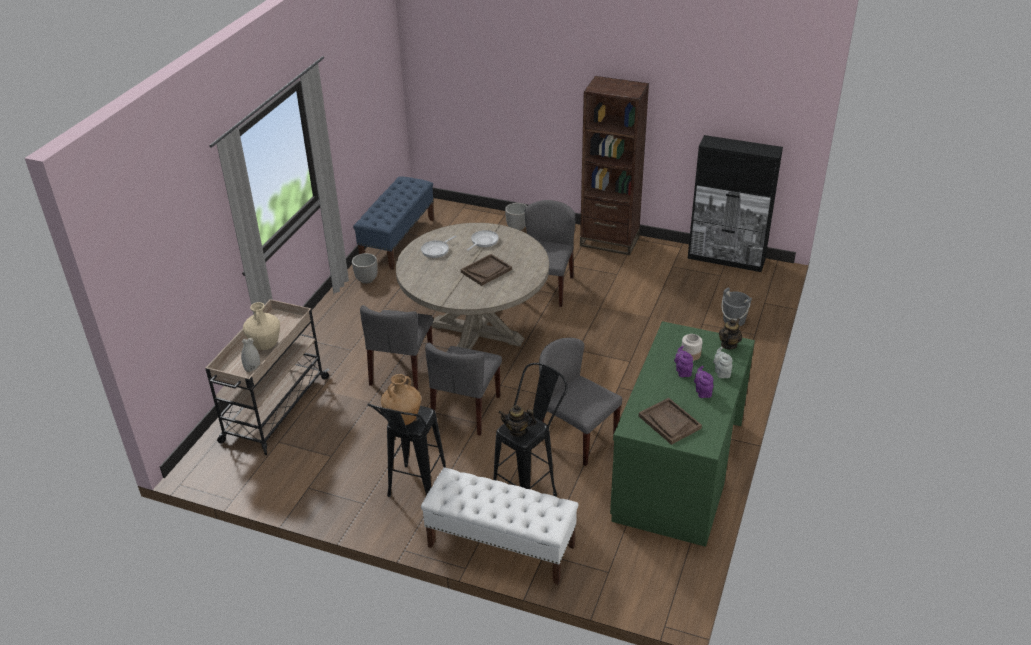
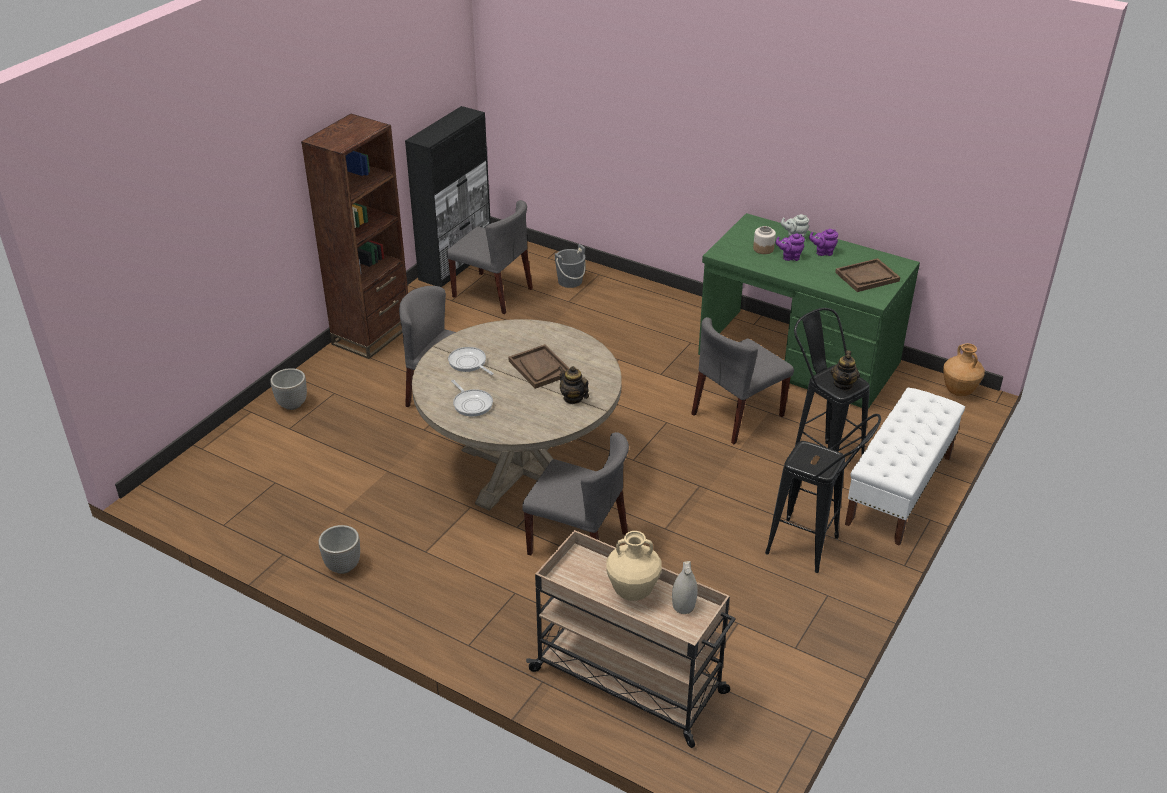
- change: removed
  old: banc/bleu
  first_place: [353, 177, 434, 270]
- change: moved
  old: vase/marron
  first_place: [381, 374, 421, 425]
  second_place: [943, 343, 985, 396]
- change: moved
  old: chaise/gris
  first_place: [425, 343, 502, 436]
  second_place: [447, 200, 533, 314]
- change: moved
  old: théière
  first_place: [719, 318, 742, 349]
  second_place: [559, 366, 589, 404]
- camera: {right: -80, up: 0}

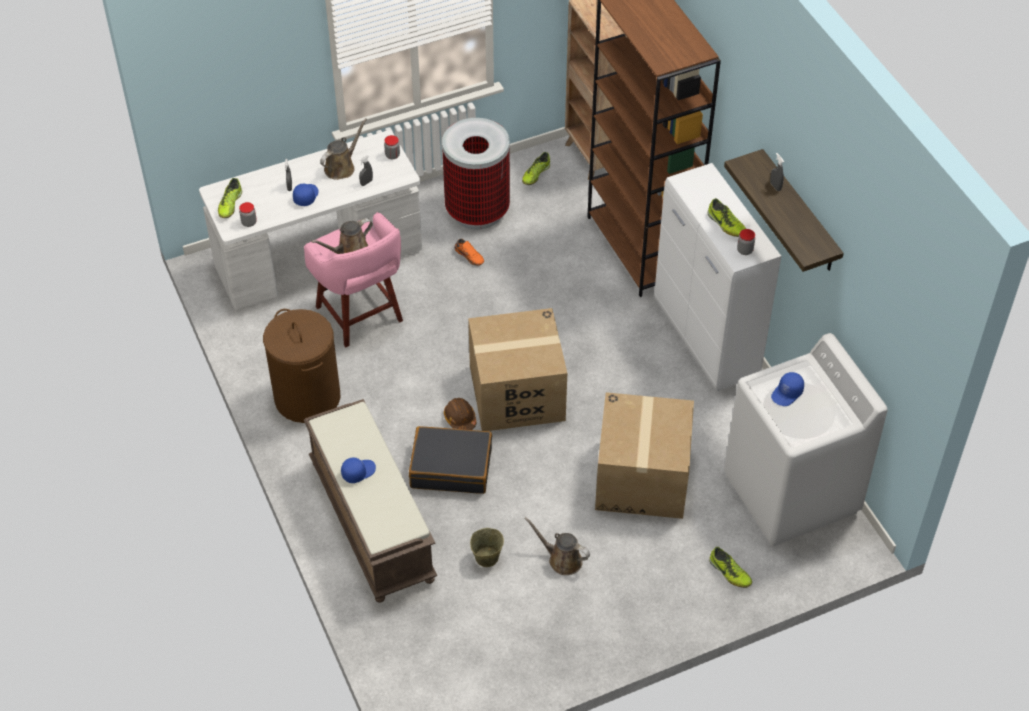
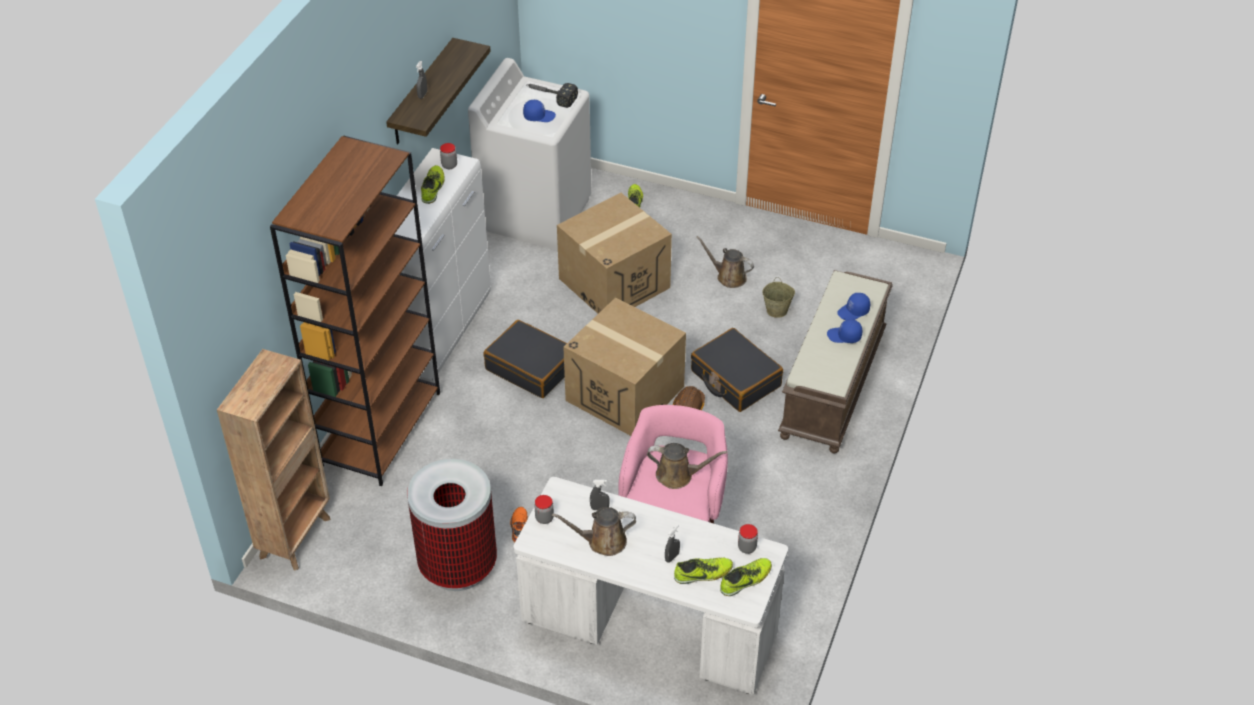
- change: removed
  old: panier à linge/marron
  first_place: [263, 309, 340, 423]
- change: moved
  old: casquette/bleu
  first_place: [293, 184, 319, 206]
  second_place: [838, 293, 870, 320]
- change: moved
  old: chaussure
  first_place: [522, 152, 550, 185]
  second_place: [674, 558, 733, 584]
- change: turned
  old: arrosoir/marron
  first_place: [524, 517, 590, 575]
  second_place: [696, 236, 754, 288]
  degrees: 135
- change: added
  new: valise/noir
  second_place: [484, 320, 567, 398]
- change: added
  new: marteau
  second_place: [526, 83, 578, 108]
- camera: {right: -135, up: -5}

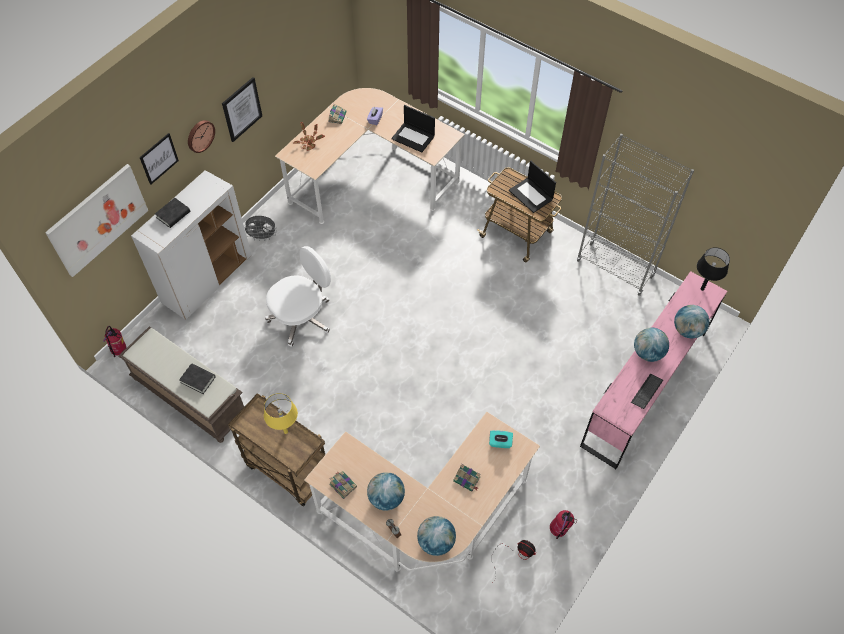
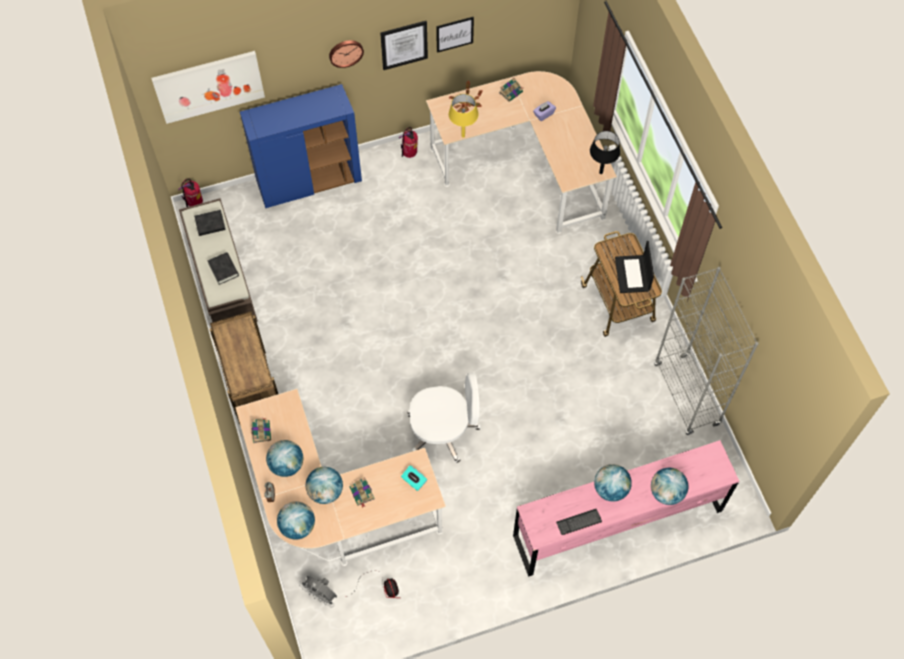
- change: recoloured
  old: meuble de rangement/blanc
  new: meuble de rangement/bleu
  first_place: [131, 170, 252, 320]
  second_place: [240, 84, 362, 208]
- change: moved
  old: tableau
  first_place: [140, 133, 179, 185]
  second_place: [436, 17, 474, 53]
- change: moved
  old: livre/noir
  first_place: [155, 198, 190, 228]
  second_place: [194, 210, 226, 236]
- change: moved
  old: ventilateur/gris
  first_place: [245, 216, 276, 241]
  second_place: [299, 576, 337, 607]
- change: moved
  old: lampe de table/jaune
  first_place: [264, 393, 298, 434]
  second_place: [449, 94, 479, 138]
- change: moved
  old: chaise de bureau/blanc
  first_place: [265, 246, 331, 347]
  second_place: [408, 373, 481, 463]
- change: removed
  old: ordinateur portable
  first_place: [391, 105, 435, 152]
- change: moved
  old: extincteur
  first_place: [550, 510, 577, 539]
  second_place: [399, 127, 418, 158]
- change: moved
  old: lampe de table/noir
  first_place: [697, 247, 730, 291]
  second_place: [590, 131, 620, 174]
- change: added
  new: globe
  second_place: [306, 467, 343, 504]
- camera: {right: 35, up: 5}

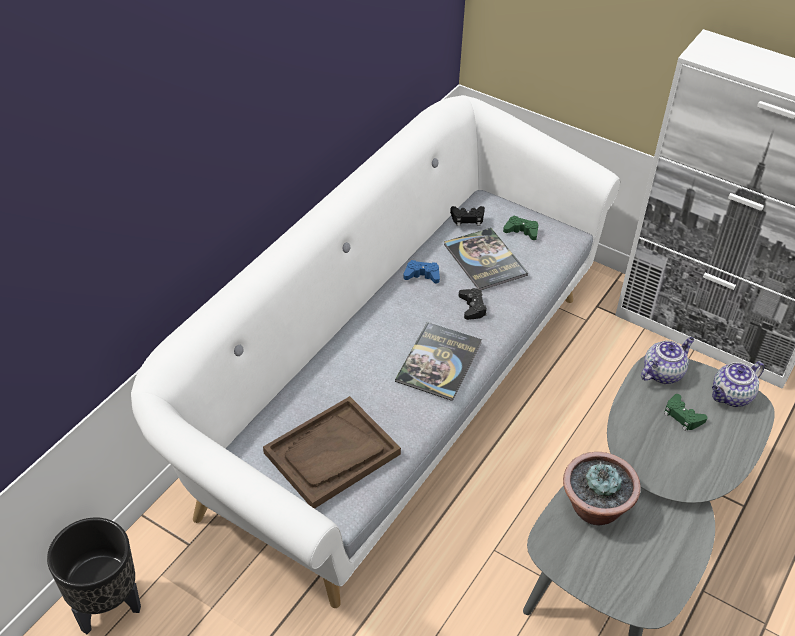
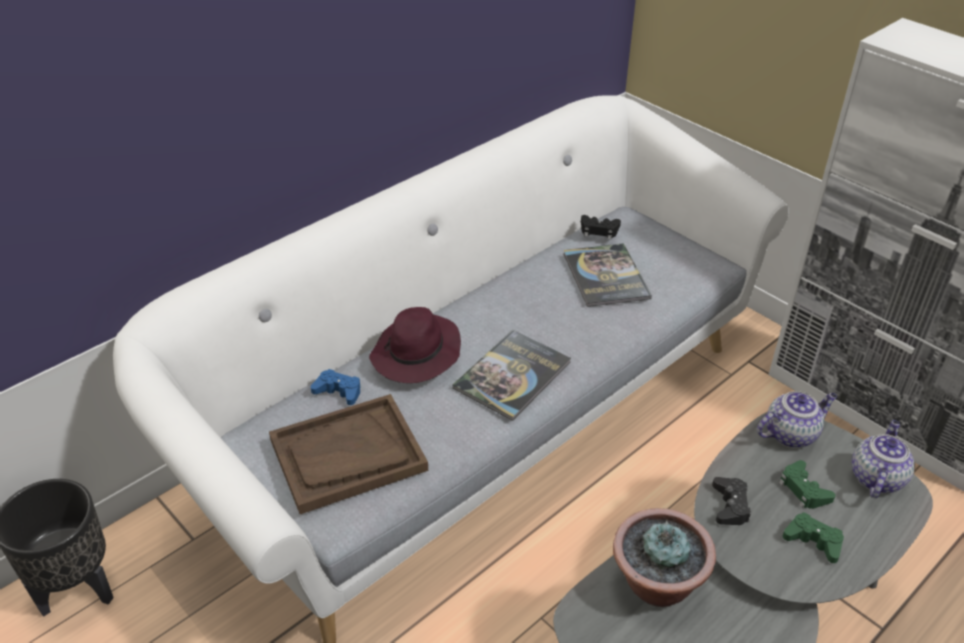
- change: moved
  old: manette/bleu
  first_place: [403, 260, 440, 283]
  second_place: [311, 369, 360, 405]
- change: moved
  old: manette/noir
  first_place: [459, 288, 487, 320]
  second_place: [712, 477, 751, 525]
- change: moved
  old: manette/vert
  first_place: [503, 216, 538, 240]
  second_place: [783, 512, 844, 563]
- change: turned
  old: théière
  first_place: [712, 361, 764, 407]
  second_place: [852, 420, 915, 498]
  degrees: 135
- change: added
  new: chapeau/violet
  second_place: [369, 307, 461, 383]
- camera: {right: 15, up: -5}

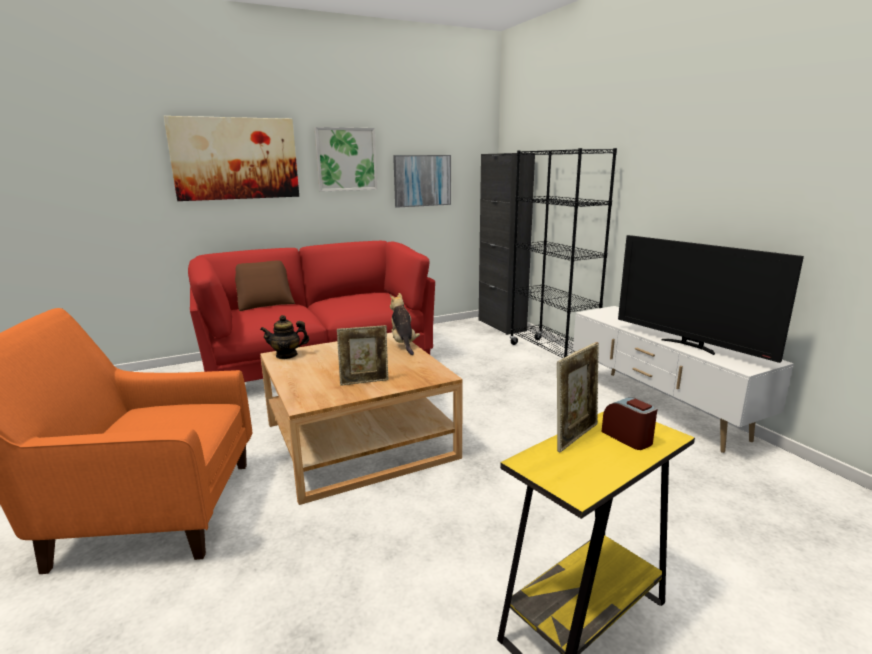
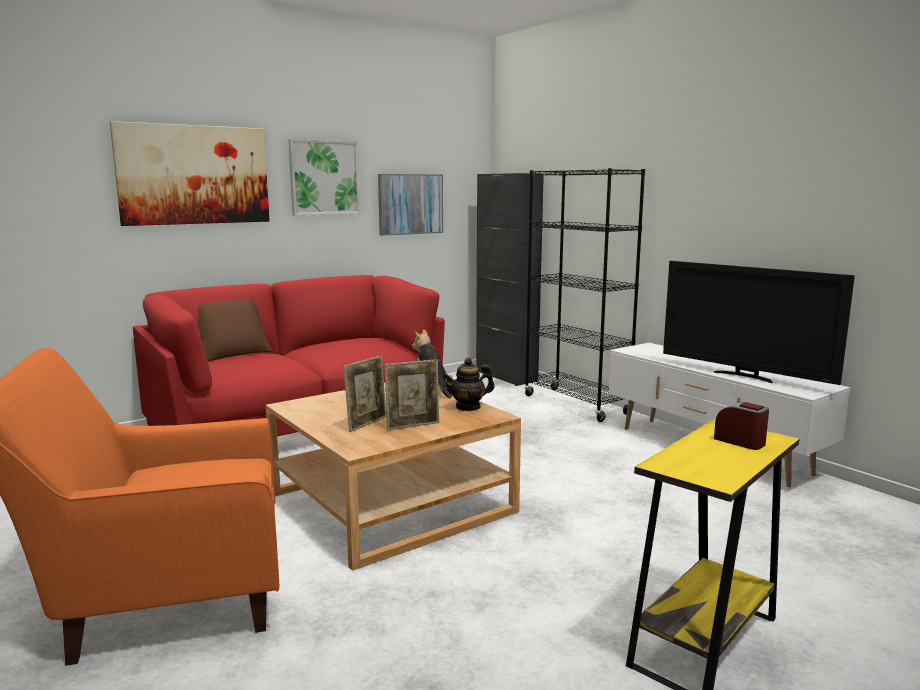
- change: moved
  old: théière
  first_place: [260, 315, 310, 359]
  second_place: [442, 358, 495, 411]
- change: moved
  old: cadre photo
  first_place: [557, 342, 599, 452]
  second_place: [343, 356, 386, 432]
- camera: {right: -10, up: -5}

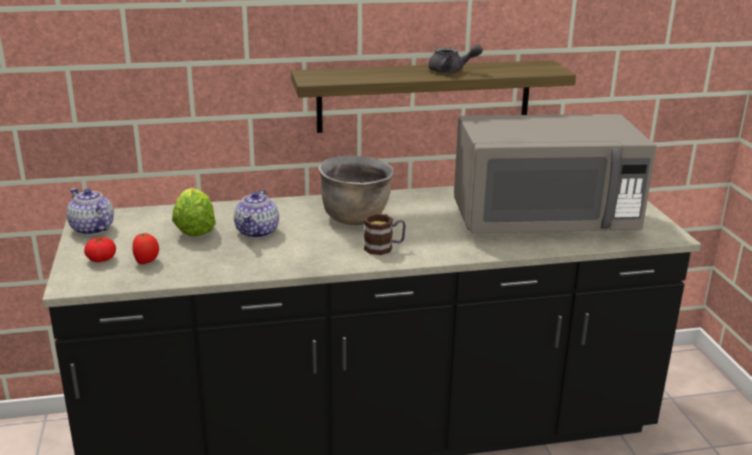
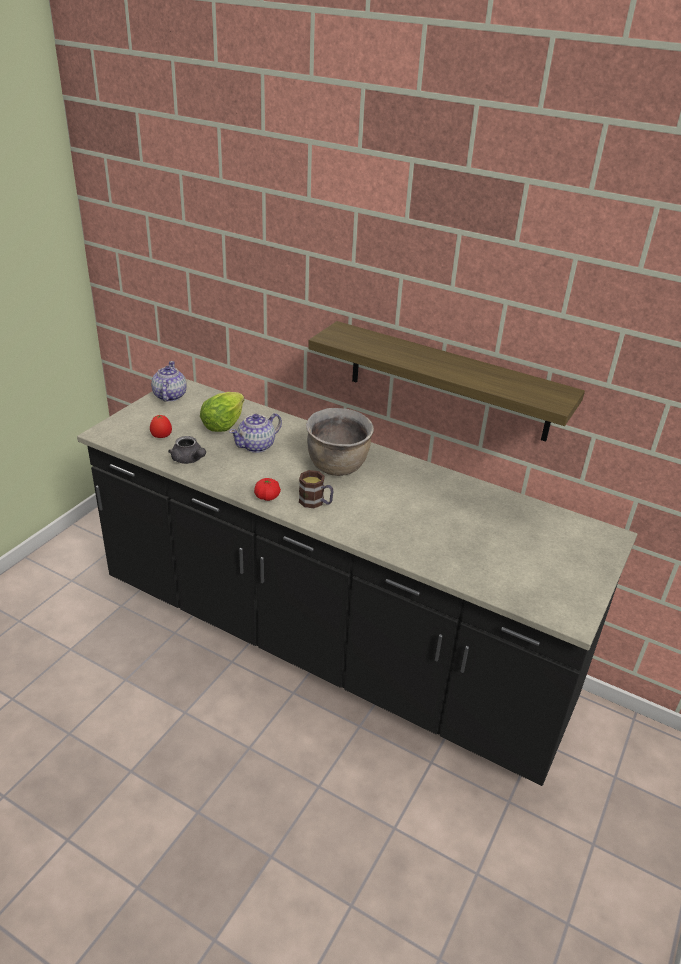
- change: moved
  old: tomate
  first_place: [84, 237, 116, 262]
  second_place: [254, 478, 281, 501]
- change: moved
  old: théière/gris
  first_place: [428, 44, 483, 73]
  second_place: [168, 436, 206, 464]
- change: removed
  old: micro-ondes/gris
  first_place: [454, 114, 656, 233]
- camera: {right: 40, up: 10}

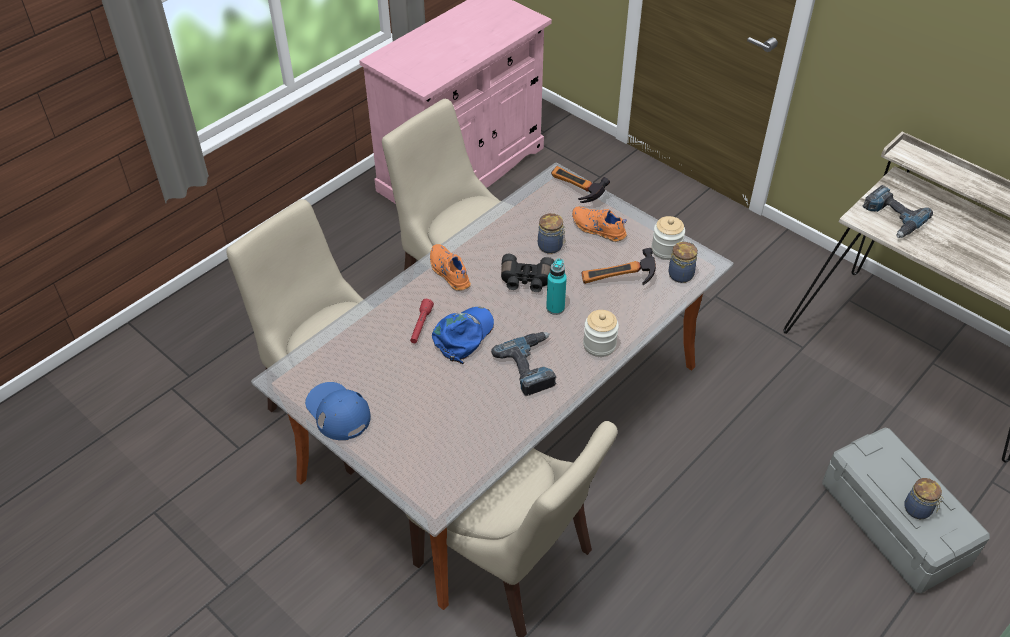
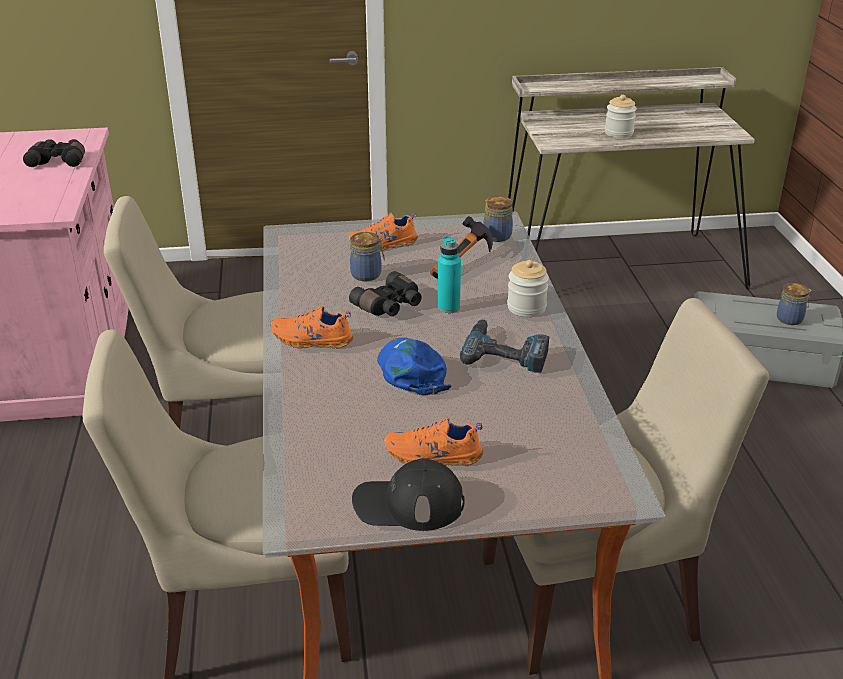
- change: recoloured
  old: casquette/bleu
  new: casquette/noir
  first_place: [305, 382, 371, 440]
  second_place: [352, 458, 464, 531]
- change: removed
  old: lampe de poche/rouge
  first_place: [410, 299, 434, 343]
- change: removed
  old: marteau
  first_place: [551, 166, 610, 203]
- change: moved
  old: bocal
  first_place: [651, 216, 685, 260]
  second_place: [605, 95, 637, 138]
- change: removed
  old: perceuse
  first_place: [863, 185, 933, 238]
- change: added
  new: jumelles/noir
  second_place: [23, 139, 85, 167]
- change: added
  new: chaussure/orange
  second_place: [384, 417, 483, 466]
- camera: {right: -50, up: -15}

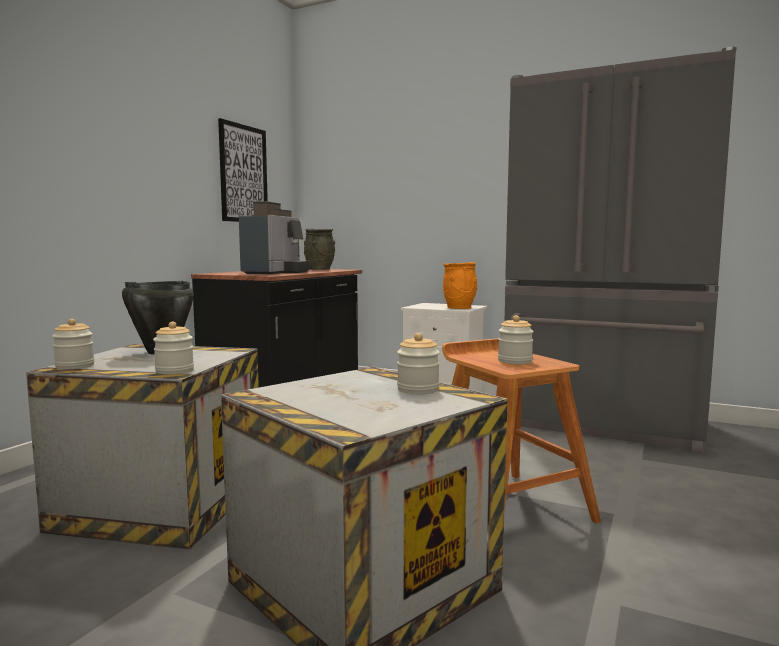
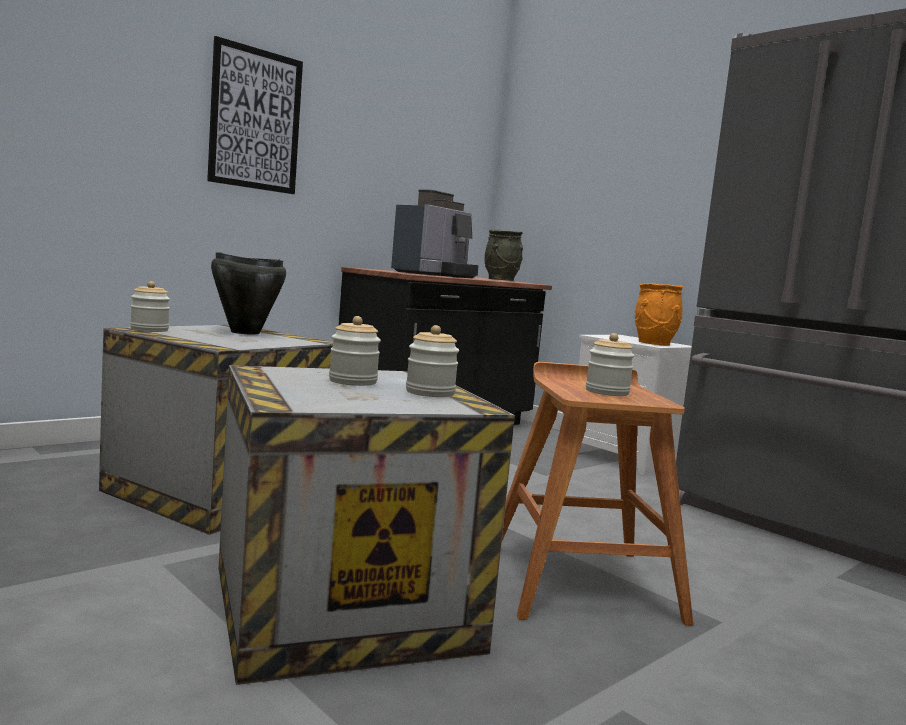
- change: moved
  old: bocal
  first_place: [153, 322, 194, 375]
  second_place: [329, 316, 381, 386]
- change: moved
  old: tableau
  first_place: [218, 118, 268, 222]
  second_place: [207, 36, 303, 194]
- camera: {right: 20, up: 0}

